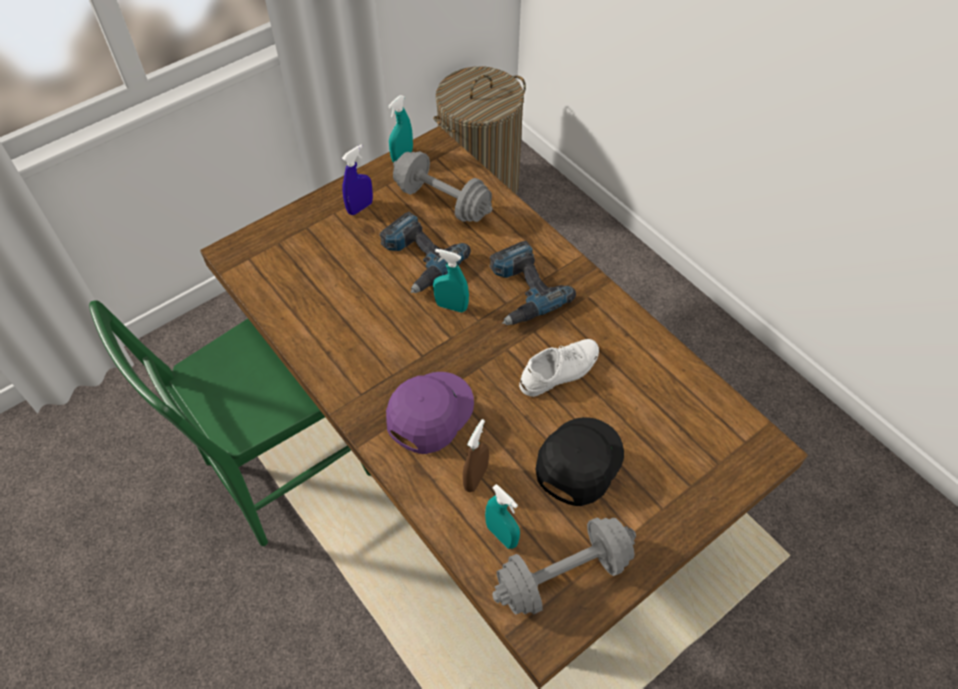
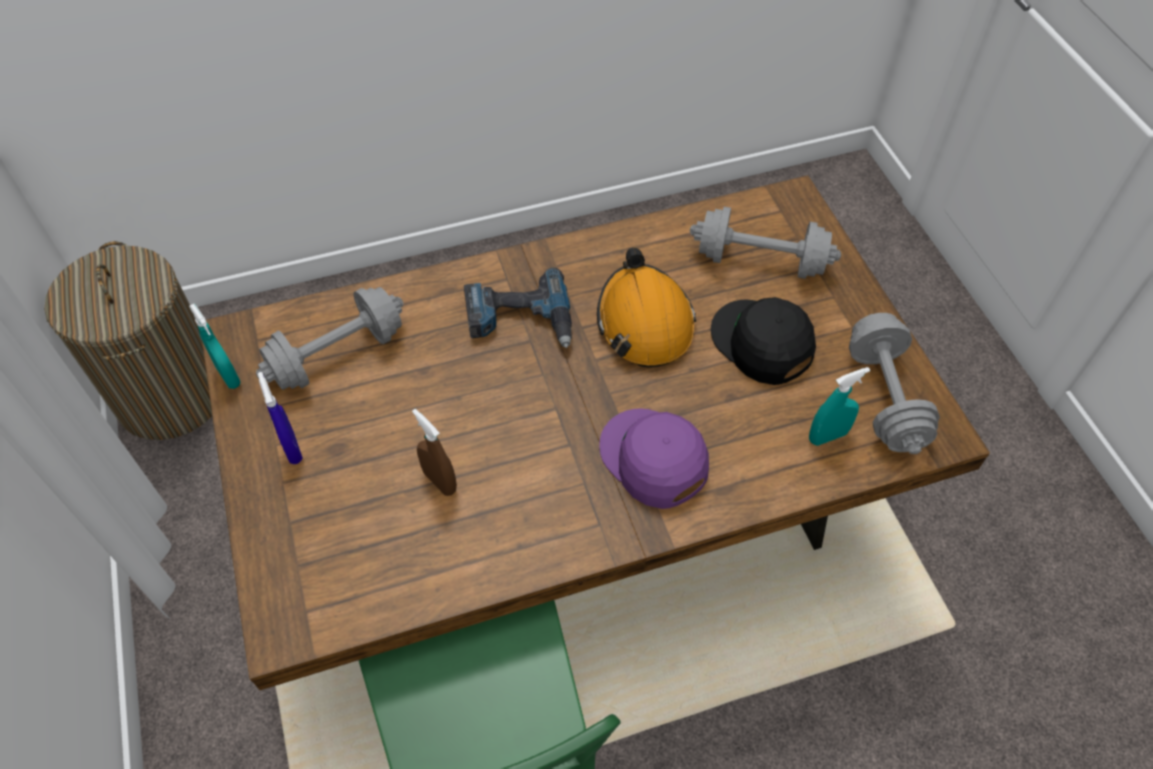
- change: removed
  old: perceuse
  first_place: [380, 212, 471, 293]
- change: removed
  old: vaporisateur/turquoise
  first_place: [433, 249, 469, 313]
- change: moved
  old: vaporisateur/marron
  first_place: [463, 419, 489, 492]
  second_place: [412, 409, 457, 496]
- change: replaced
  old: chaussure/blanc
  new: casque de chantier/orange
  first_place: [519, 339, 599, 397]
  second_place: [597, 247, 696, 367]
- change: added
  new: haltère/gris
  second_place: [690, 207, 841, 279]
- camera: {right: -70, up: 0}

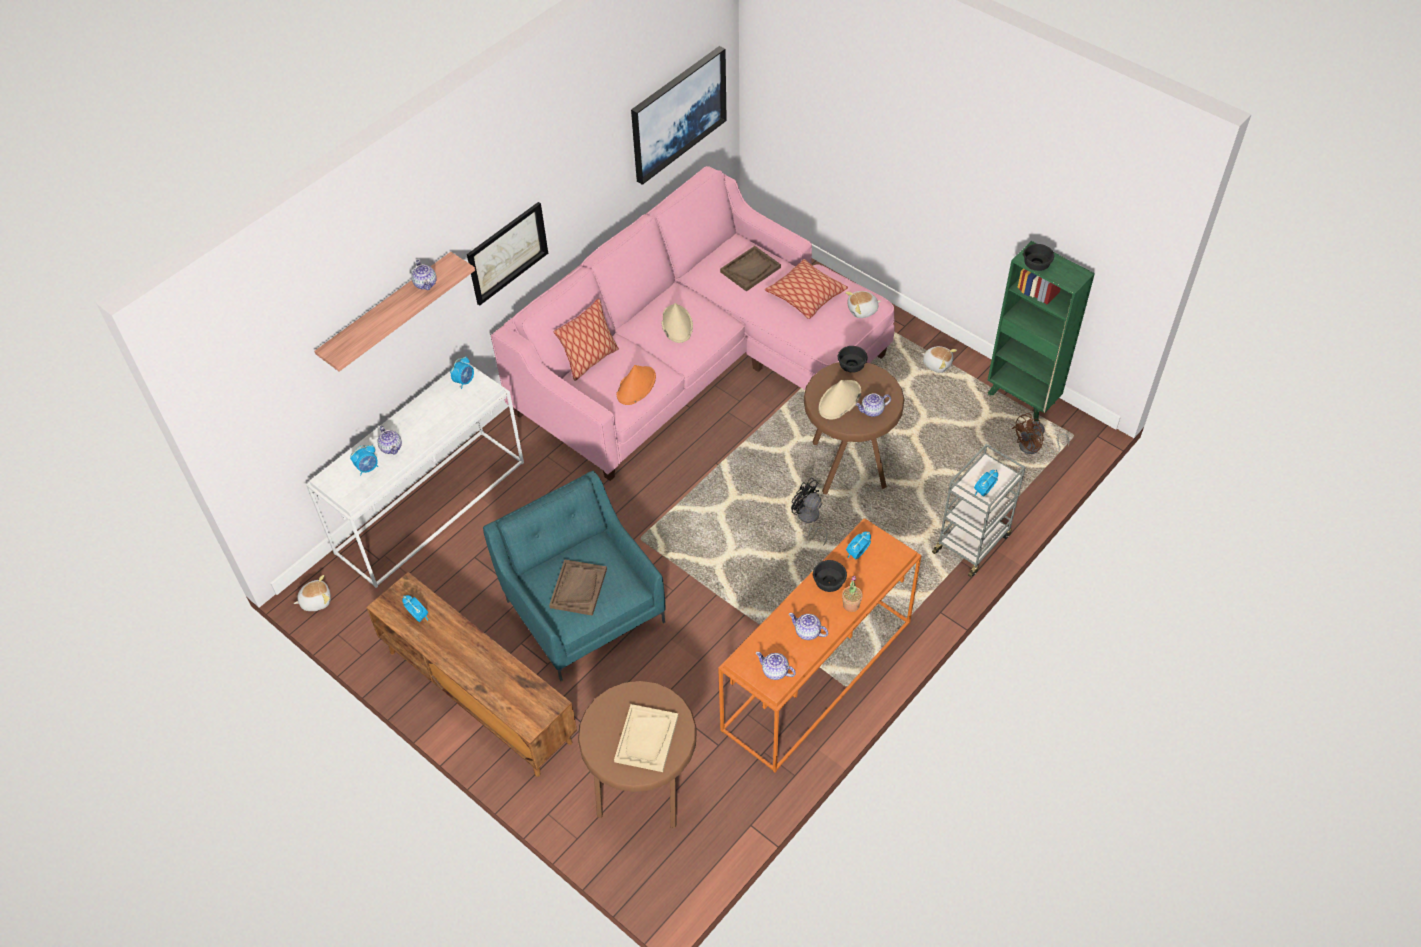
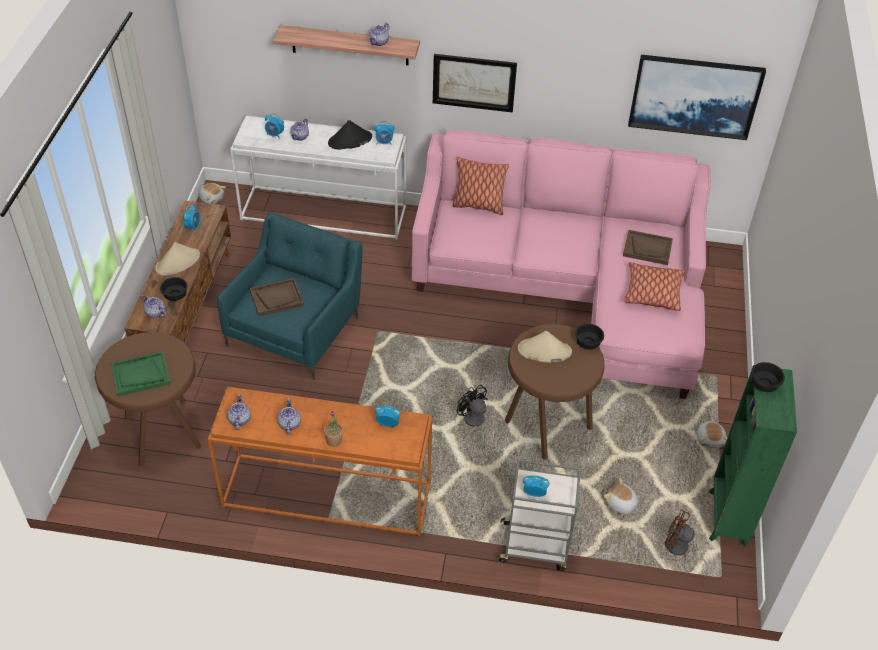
- change: recoloured
  old: plateau/beige
  new: plateau/vert
  first_place: [614, 704, 678, 772]
  second_place: [111, 351, 171, 396]
- change: removed
  old: chapeau/orange
  first_place: [617, 365, 656, 405]
- change: moved
  old: chapeau/beige
  first_place: [661, 303, 693, 343]
  second_place: [155, 242, 200, 276]
- change: turned
  old: ventilateur/noir
  first_place: [791, 477, 828, 546]
  second_place: [457, 385, 487, 449]
  degrees: -45
- change: moved
  old: bol/noir
  first_place: [813, 560, 847, 592]
  second_place: [160, 277, 188, 301]
- change: moved
  old: peluche
  first_place: [845, 291, 881, 318]
  second_place: [604, 478, 639, 514]
- change: moved
  old: théière
  first_place: [856, 393, 891, 417]
  second_place: [141, 295, 166, 318]
- change: added
  new: chapeau/noir
  second_place: [328, 120, 372, 150]
- camera: {right: 55, up: -5}

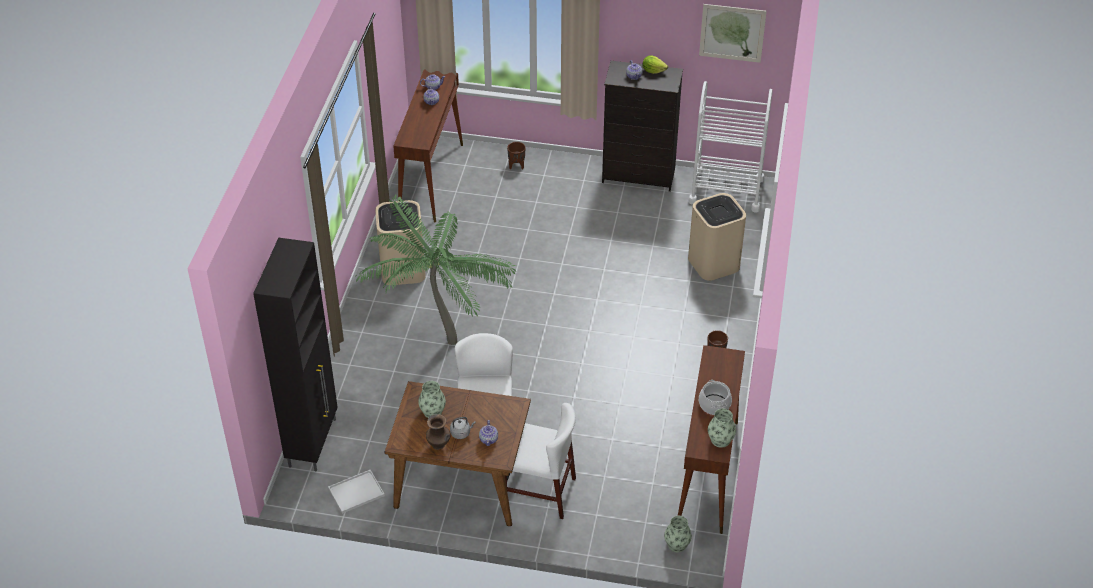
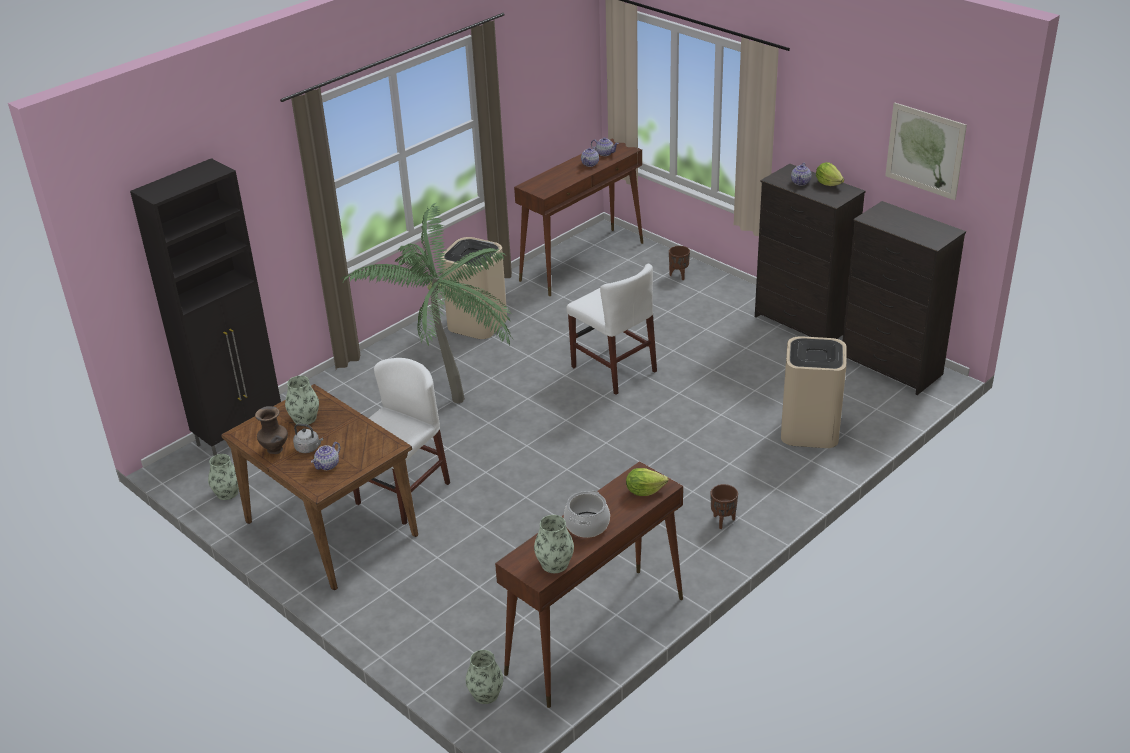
- change: replaced
  old: plateau/blanc
  new: vase
  first_place: [328, 470, 385, 514]
  second_place: [208, 454, 239, 500]
- change: moved
  old: chaise/blanc
  first_place: [505, 403, 576, 519]
  second_place: [566, 264, 657, 395]
- change: replaced
  old: chariot/blanc
  new: commode/noir
  first_place: [689, 81, 773, 213]
  second_place: [843, 201, 966, 395]
- change: added
  new: laitue
  second_place: [626, 468, 668, 496]
- camera: {right: 35, up: -10}

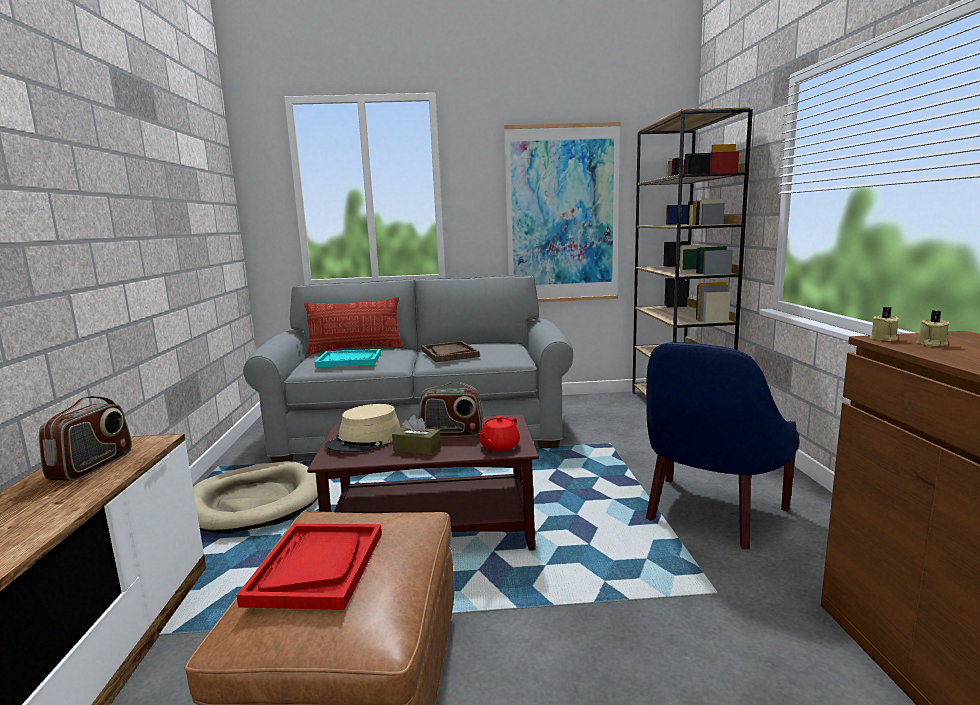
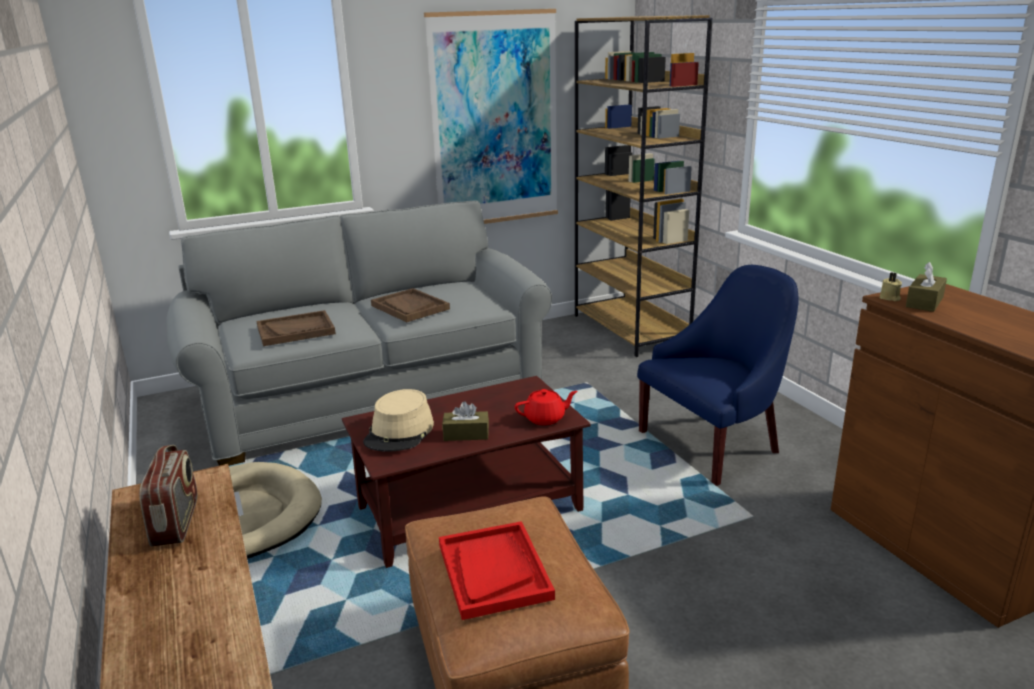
- change: removed
  old: coussin
  first_place: [304, 297, 403, 354]
- change: recoloured
  old: plateau/turquoise
  new: plateau/marron
  first_place: [315, 349, 381, 367]
  second_place: [257, 310, 336, 346]
- change: removed
  old: radio
  first_place: [419, 382, 483, 437]
- change: turned
  old: théière/rouge
  first_place: [479, 416, 520, 451]
  second_place: [515, 389, 578, 425]
  degrees: -120
- change: turned
  old: fauteuil/bleu
  first_place: [646, 342, 799, 549]
  second_place: [637, 265, 799, 486]
  degrees: -135
- change: replaced
  old: bougie/beige
  new: boîte à mouchoirs/marron
  first_place: [916, 310, 950, 347]
  second_place: [906, 262, 947, 312]
- camera: {right: -20, up: 10}

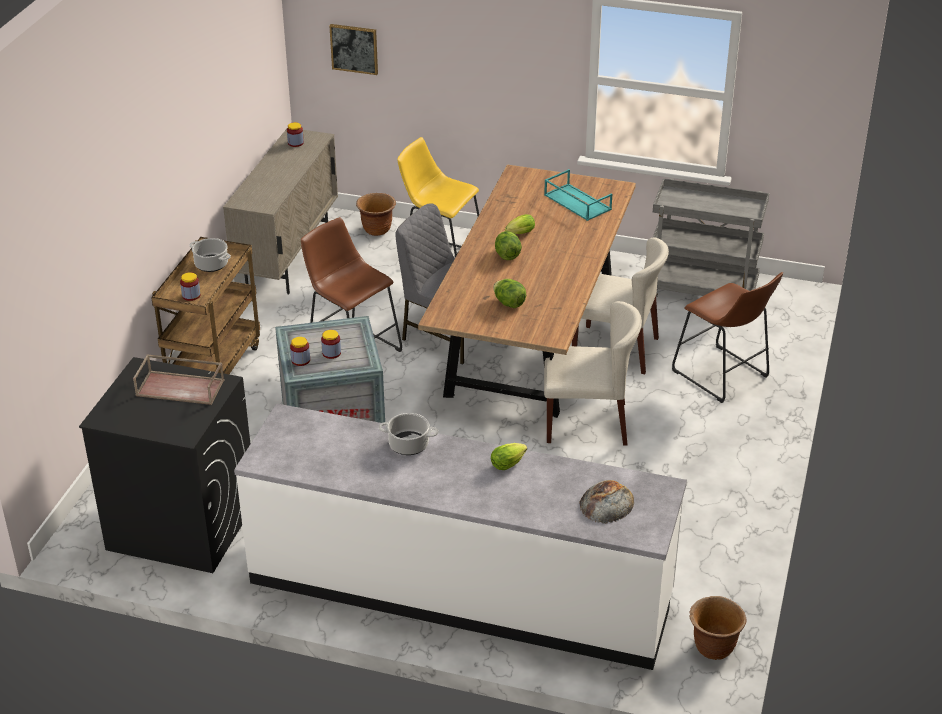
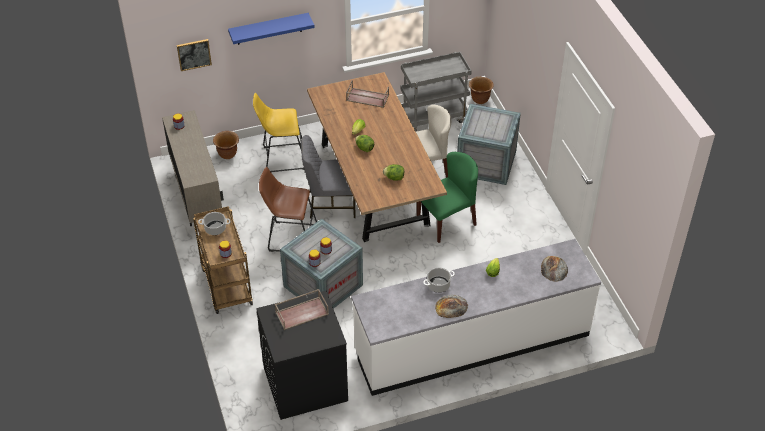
- change: recoloured
  old: plateau/turquoise
  new: plateau/marron
  first_place: [544, 169, 612, 221]
  second_place: [346, 80, 389, 108]
- change: recoloured
  old: chaise/beige
  new: chaise/vert
  first_place: [544, 301, 642, 446]
  second_place: [417, 152, 478, 243]
- change: replaced
  old: tabouret/marron
  new: caisse
  first_place: [672, 272, 783, 403]
  second_place: [457, 104, 521, 185]
- change: moved
  old: cache-pot/marron
  first_place: [689, 596, 746, 660]
  second_place: [469, 77, 494, 104]
- change: added
  new: étagère/bleu
  second_place: [228, 13, 315, 45]
- change: added
  new: pain
  second_place: [435, 295, 468, 318]
- camera: {right: -35, up: 10}

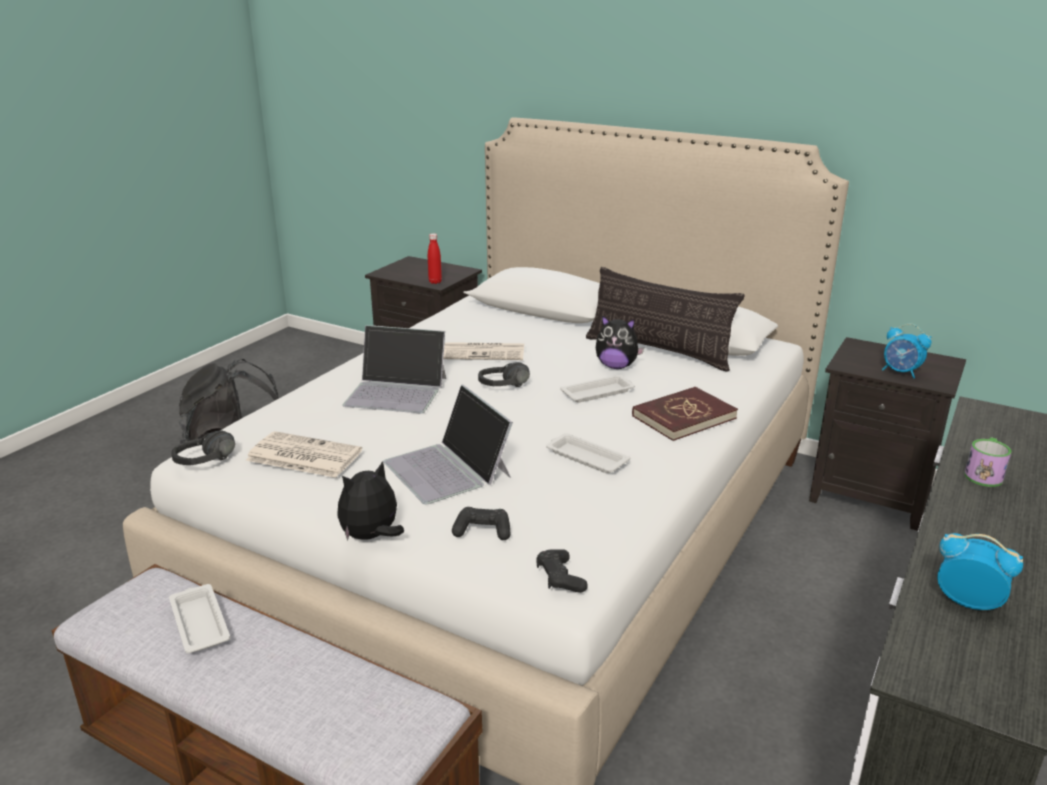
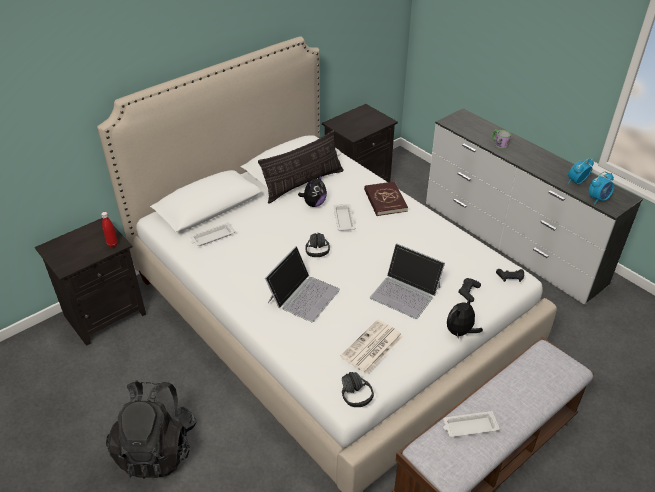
- change: turned
  old: peluche
  first_place: [337, 461, 404, 541]
  second_place: [447, 297, 483, 339]
  degrees: 60
- change: turned
  old: ordinateur portable
  first_place: [383, 384, 513, 504]
  second_place: [370, 243, 445, 319]
  degrees: 45
- change: removed
  old: journal
  first_place: [443, 342, 524, 360]
- change: moved
  old: plateau/blanc
  first_place: [546, 433, 630, 473]
  second_place: [190, 222, 235, 246]
- change: moved
  old: réveil
  first_place: [882, 323, 931, 378]
  second_place: [589, 171, 614, 204]
- camera: {right: -70, up: 15}

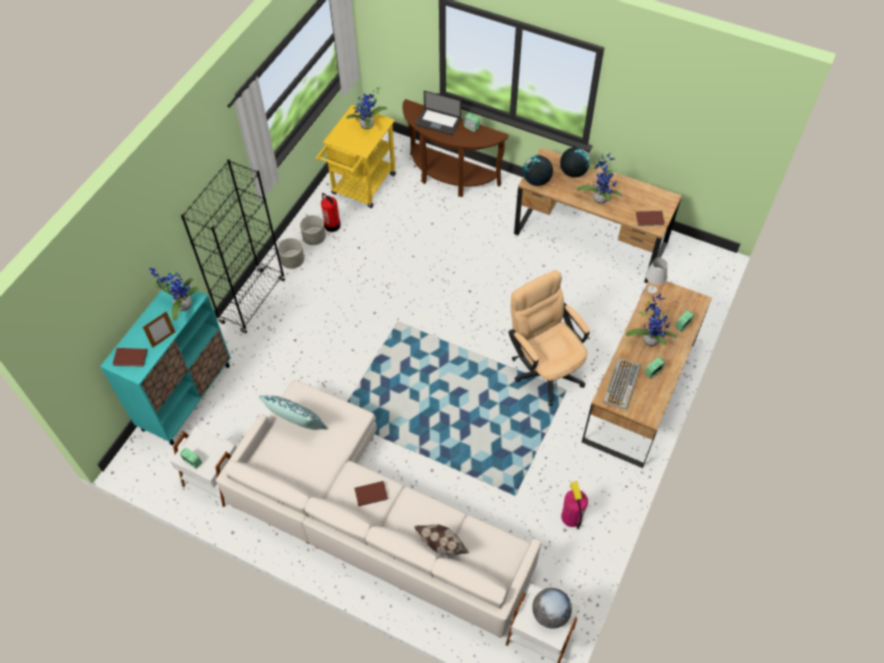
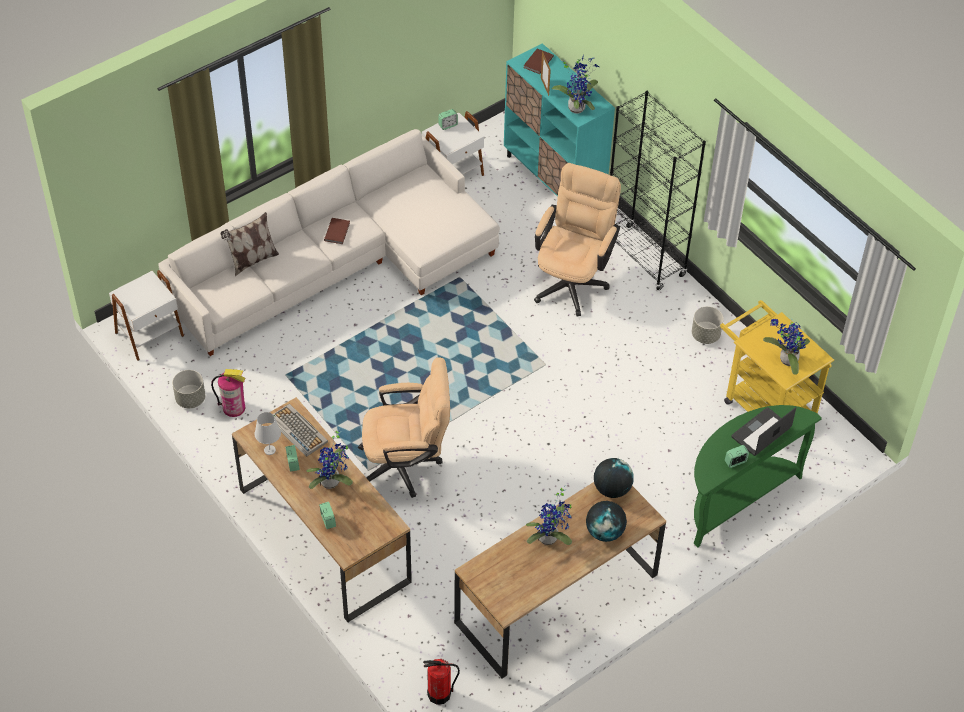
- change: removed
  old: coussin
  first_place: [258, 395, 328, 430]
- change: moved
  old: cache-pot/gris
  first_place: [278, 238, 304, 269]
  second_place: [172, 370, 205, 408]
- change: moved
  old: extincteur
  first_place: [321, 193, 341, 232]
  second_place: [423, 659, 460, 705]
- change: recoloured
  old: table console/marron
  new: table console/vert
  first_place: [403, 99, 509, 197]
  second_place: [694, 405, 822, 548]
- change: removed
  old: globe
  first_place: [532, 588, 572, 628]
- change: removed
  old: livre/marron
  first_place: [636, 211, 664, 226]
- change: moved
  old: lampe de table/blanc
  first_place: [645, 258, 668, 294]
  second_place: [254, 412, 281, 455]
- change: added
  new: chaise de bureau/beige
  second_place: [534, 163, 621, 316]
- camera: {right: 115, up: -5}

